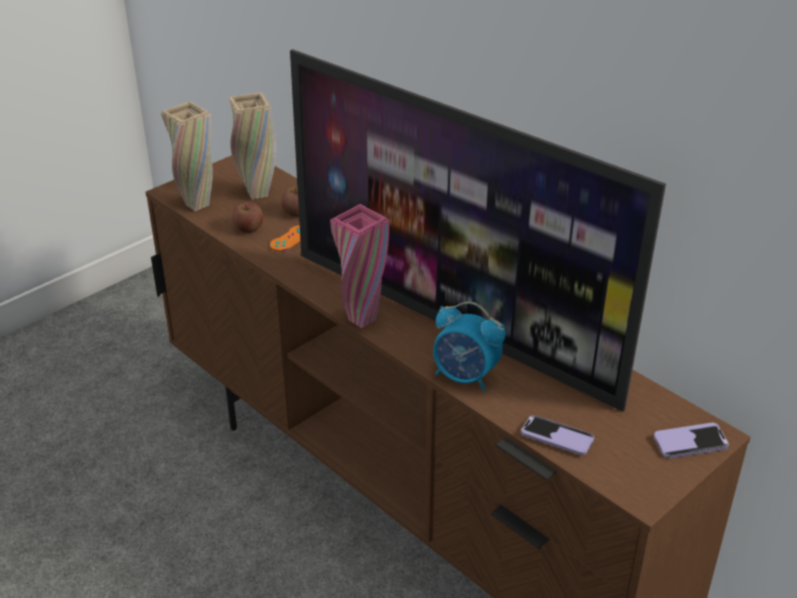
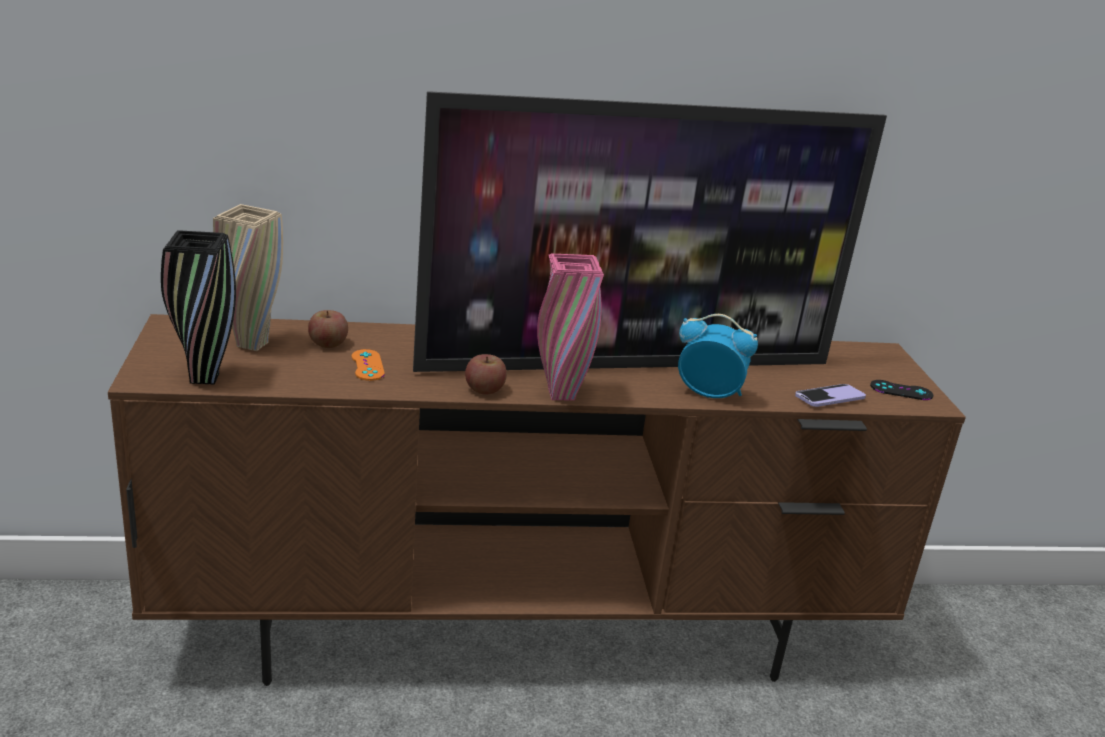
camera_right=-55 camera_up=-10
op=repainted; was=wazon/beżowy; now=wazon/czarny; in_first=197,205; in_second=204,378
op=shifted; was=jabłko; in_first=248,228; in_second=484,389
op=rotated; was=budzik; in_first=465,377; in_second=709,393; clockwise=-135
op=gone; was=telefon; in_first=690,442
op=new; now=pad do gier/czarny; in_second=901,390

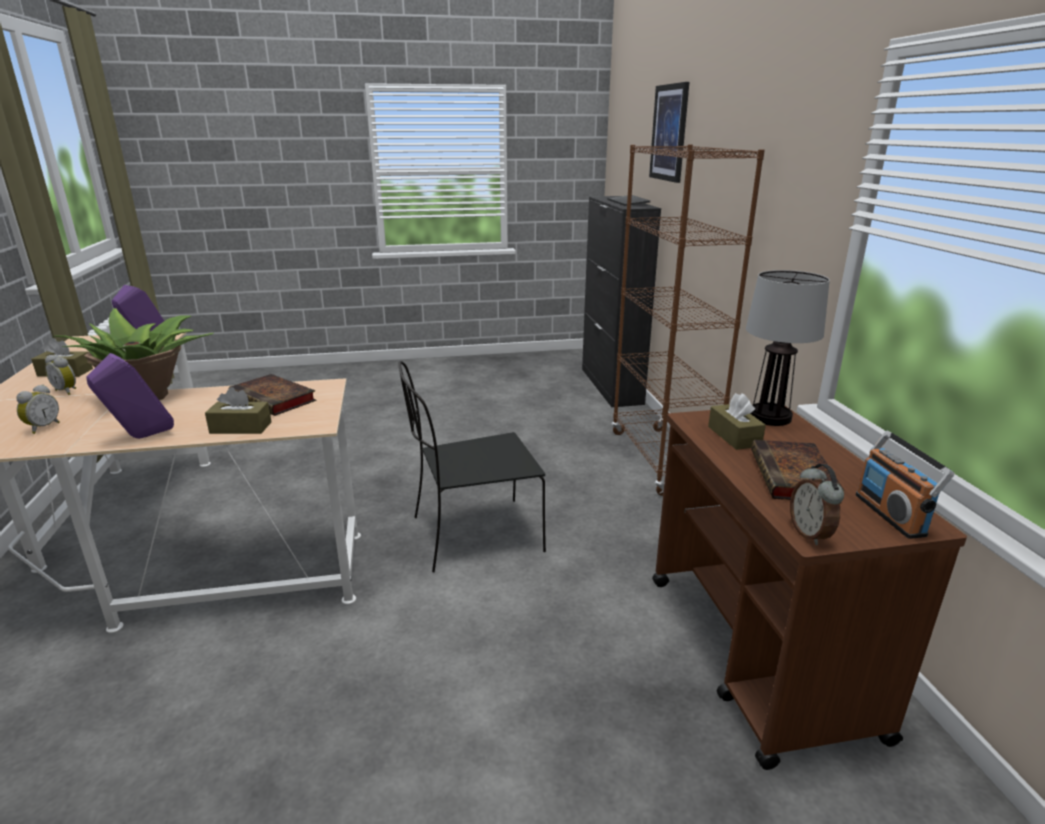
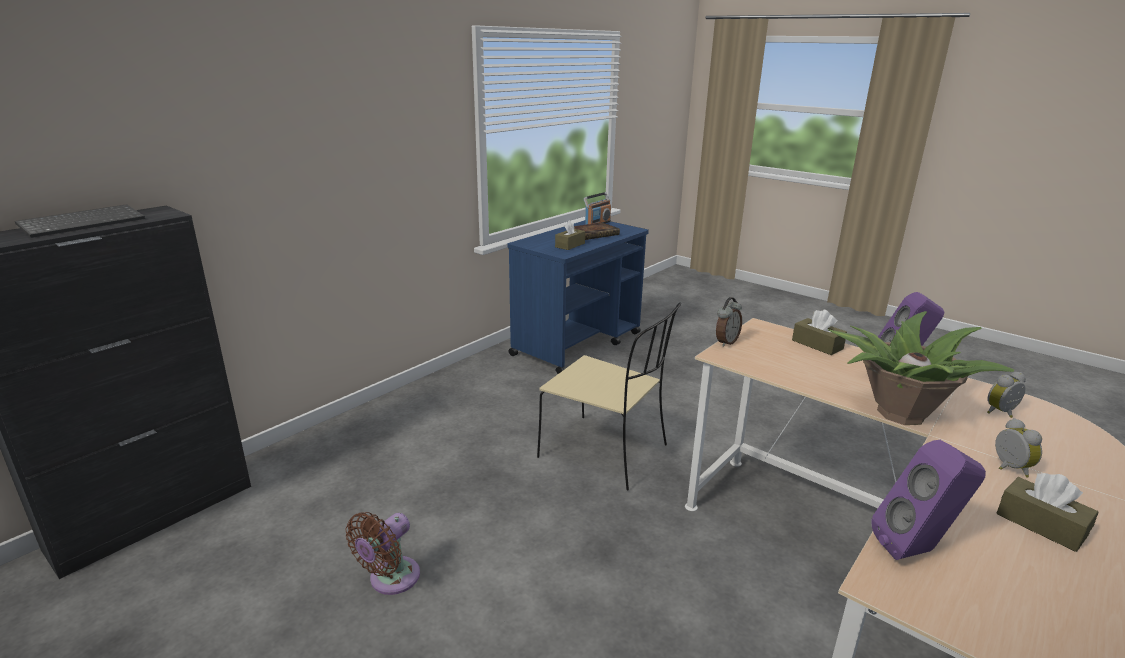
camera_right=-130 camera_up=0
op=gone; was=obraz; in_first=669,133
op=gone; was=regał/brązowy; in_first=660,460
op=gone; was=lampa stołowa; in_first=769,417
op=repainted; was=krzesło/czarny; now=krzesło/beżowy; in_first=473,535; in_second=606,452
op=gone; was=książka; in_first=275,400
op=repainted; was=wózek/brązowy; now=wózek/niebieski; in_first=758,654; in_second=578,343
op=shifted; was=budzik; in_first=810,534; in_second=725,342
op=new; now=wentylator/brązowy; in_second=390,579

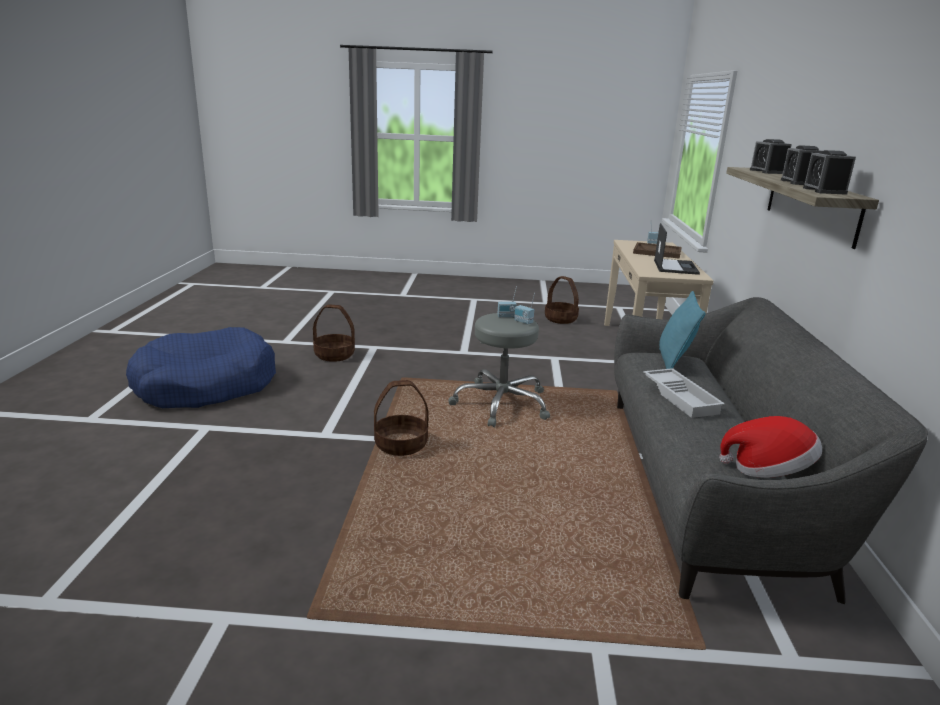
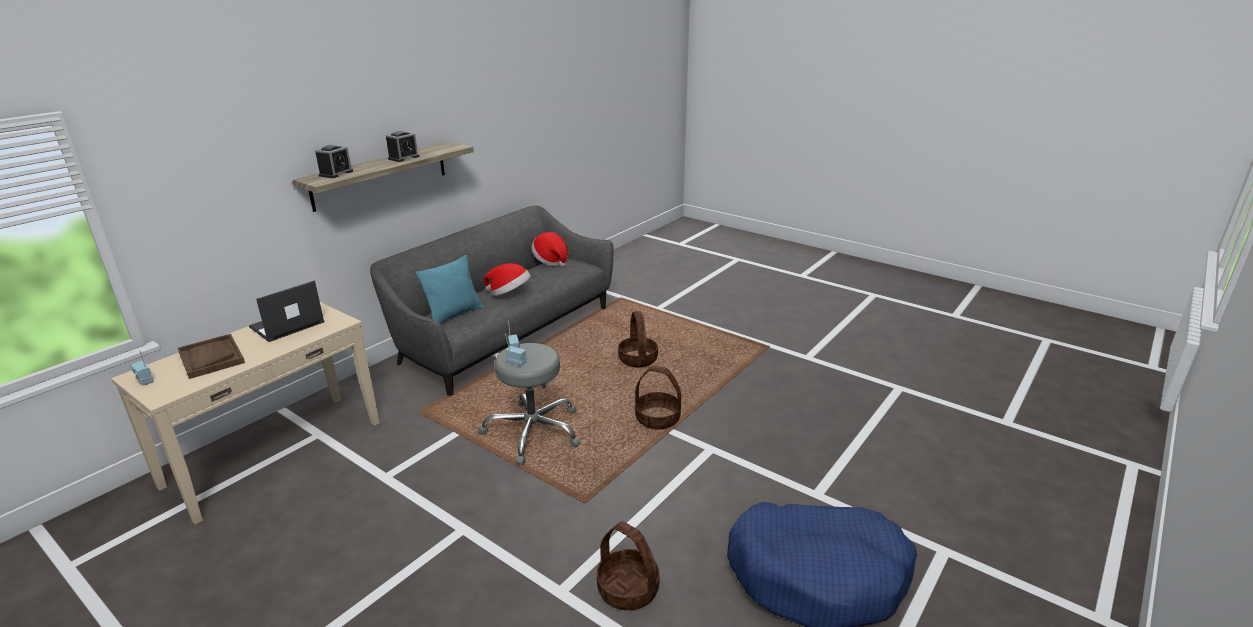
camera_right=-145 camera_up=5
op=gone; was=budzik; in_first=824,191
op=shifted; was=koszyk; in_first=561,319; in_second=637,359
op=swapped; was=taca/biały; now=kapelusz; in_first=682,397; in_second=509,294

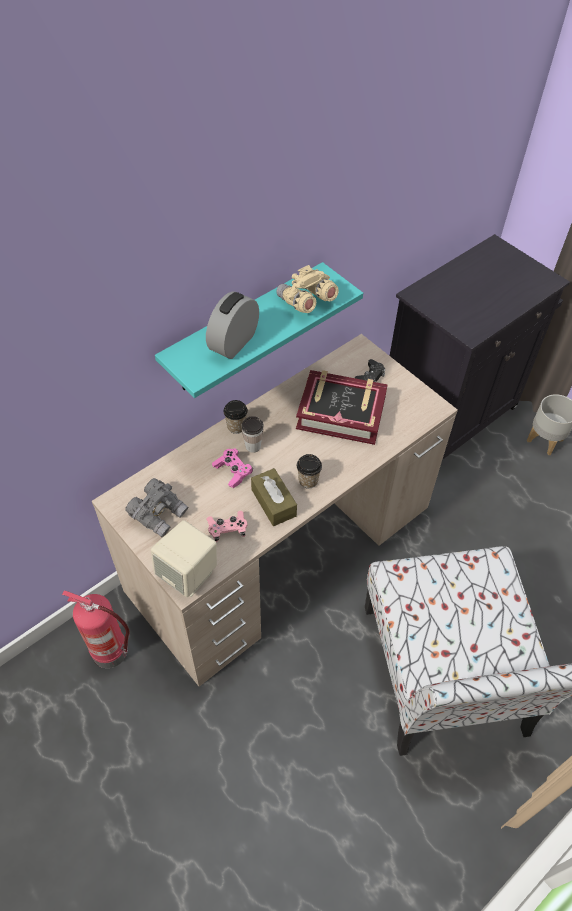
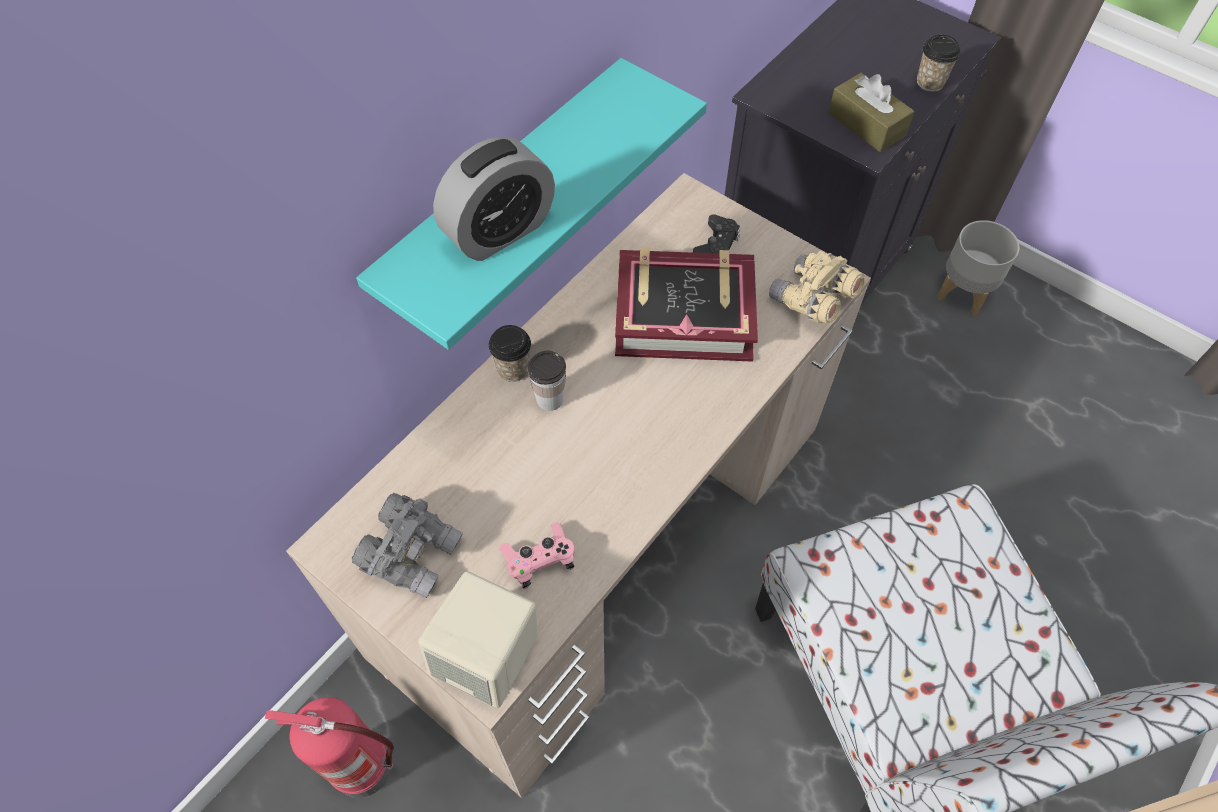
camera_right=-10 camera_up=5
op=shifted; was=lornetka/beżowy; in_first=306,302; in_second=813,300
op=rotated; was=budzik; in_first=234,343; in_second=499,231; clockwise=-150
op=gone; was=pad do gier/różowy; in_first=233,471
op=shifted; was=filiżanka; in_first=308,481; in_second=930,82
op=shifted; was=pudełko chusteczek/brązowy; in_first=273,503; in_second=866,124

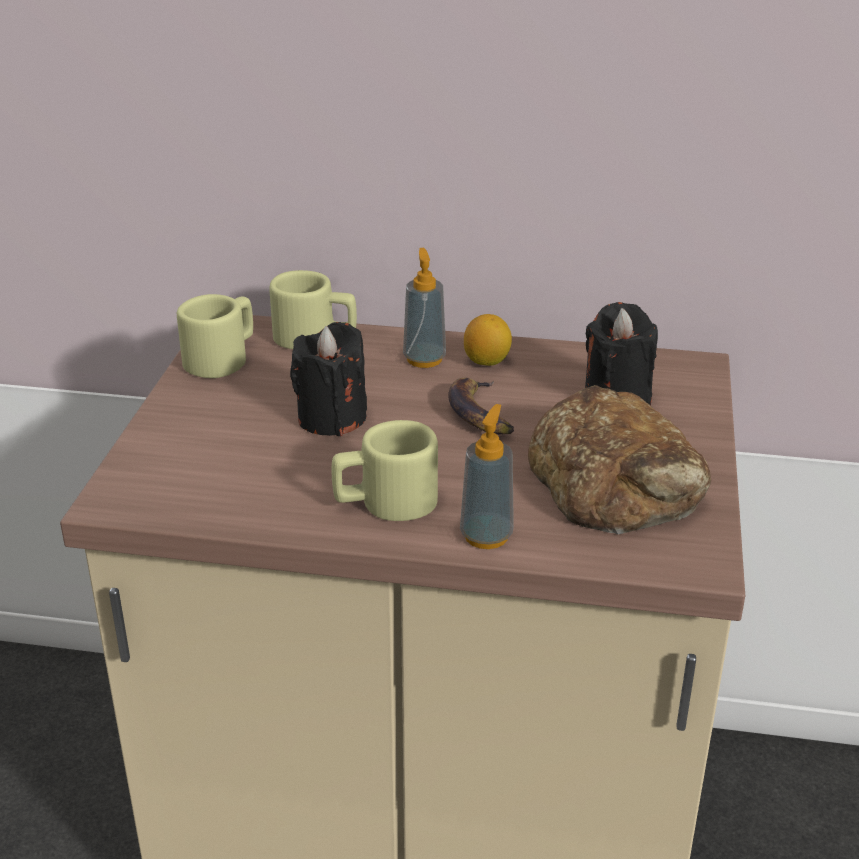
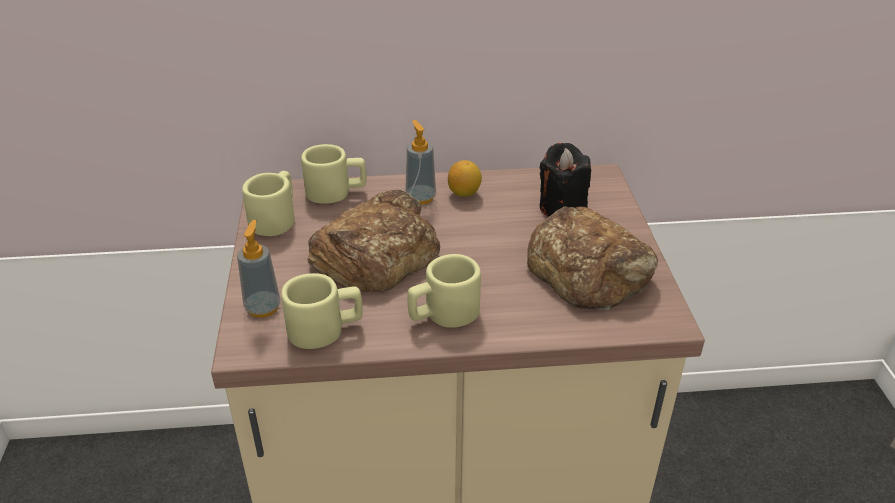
camera_right=-15 camera_up=5
op=swapped; was=świeca/czarny; now=chleb; in_first=332,418; in_second=376,254
op=gone; was=banan; in_first=481,413
op=shifted; was=dozownik mydła; in_first=486,536; in_second=263,307
op=new; now=kubek/beżowy; in_second=325,329

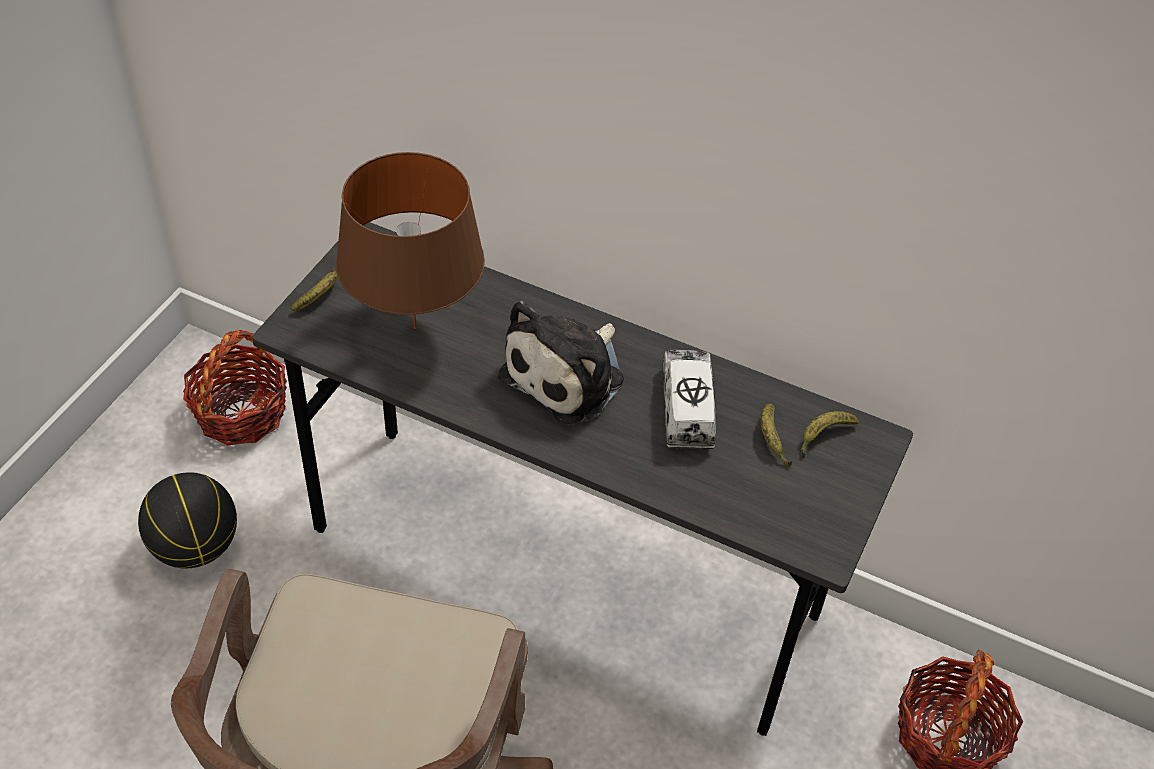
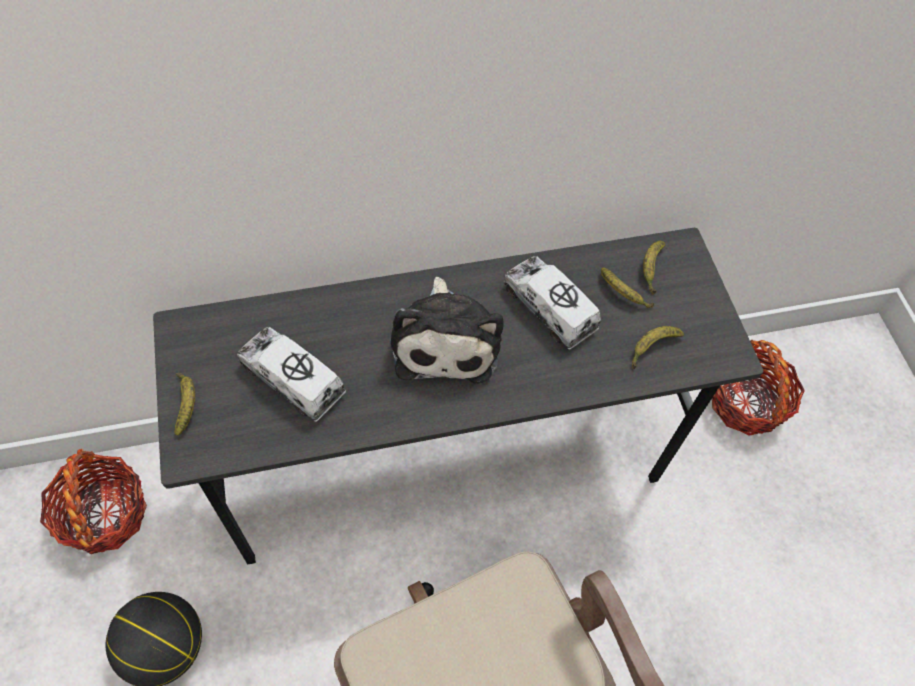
camera_right=-40 camera_up=10
op=swapped; was=lampa stołowa/brązowy; now=ciężarówka zabawkowa; in_first=414,327; in_second=292,380
op=new; now=banan; in_second=652,348

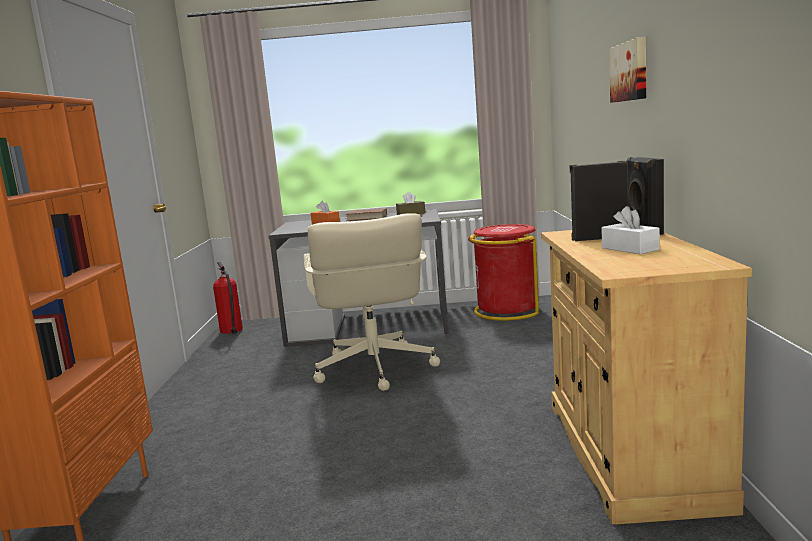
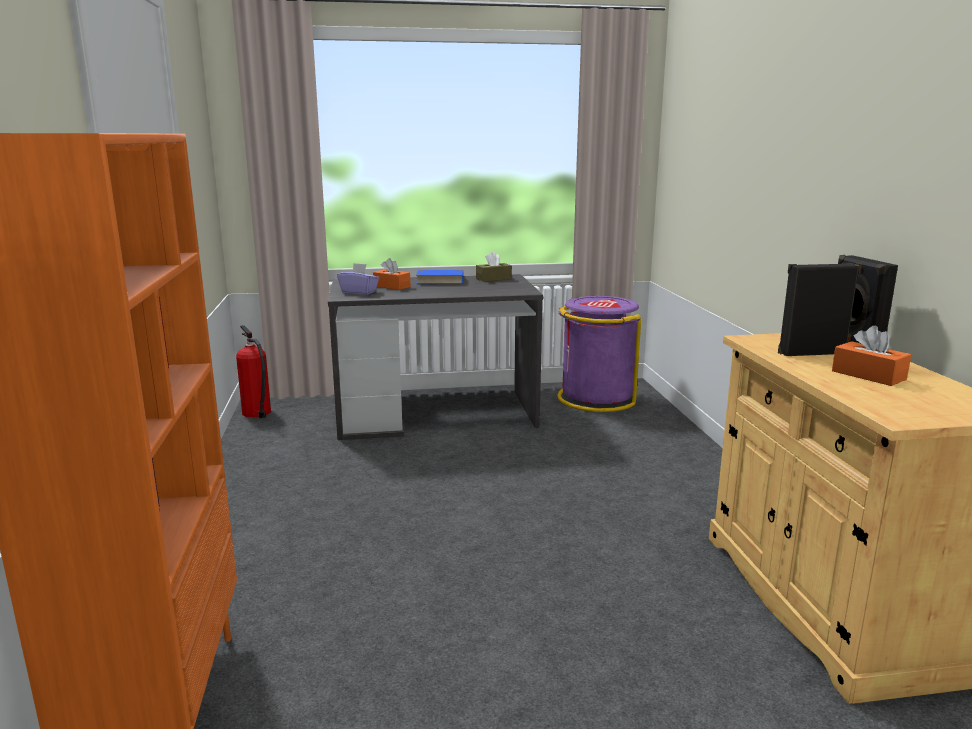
camera_right=-10 camera_up=5
op=gone; was=obraz; in_first=630,71
op=repainted; was=pudełko chusteczek/biały; now=pudełko chusteczek/pomarańczowy; in_first=629,249; in_second=868,375
op=repainted; was=książka/brązowy; now=książka/niebieski; in_first=366,217; in_second=439,281
op=gone; was=krzesło biurowe/beżowy; in_first=374,369
op=repainted; was=kosz na śmieci/czerwony; now=kosz na śmieci/fioletowy; in_first=507,311; in_second=596,398
op=new; now=pudełko chusteczek/fioletowy; in_second=359,292

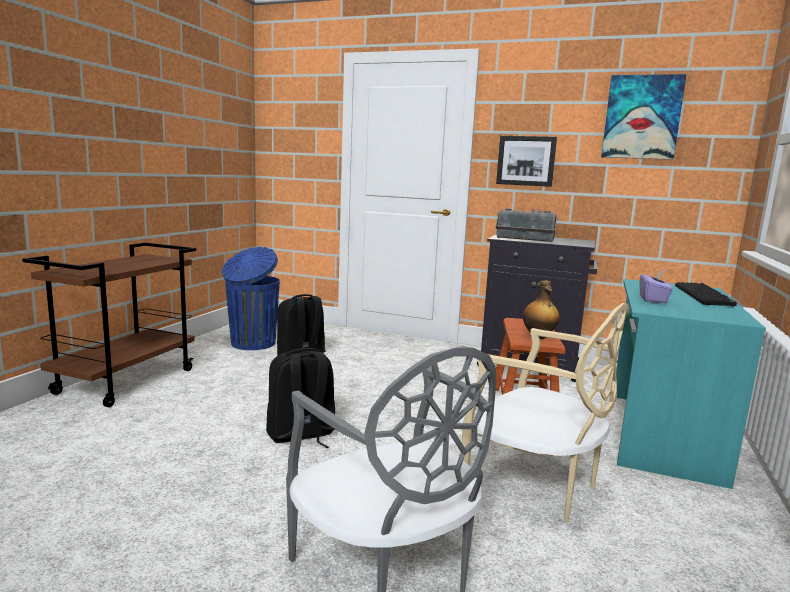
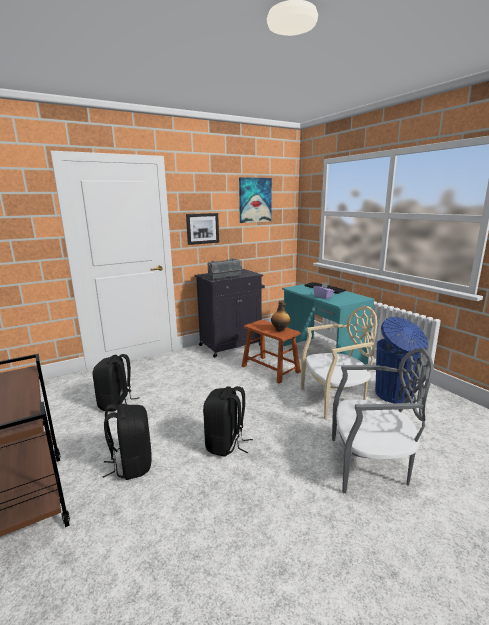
camera_right=-50 camera_up=5
op=shifted; was=kosz na śmieci/niebieski; in_first=252,343; in_second=394,395
op=new; now=plecak/czarny; in_second=132,464

